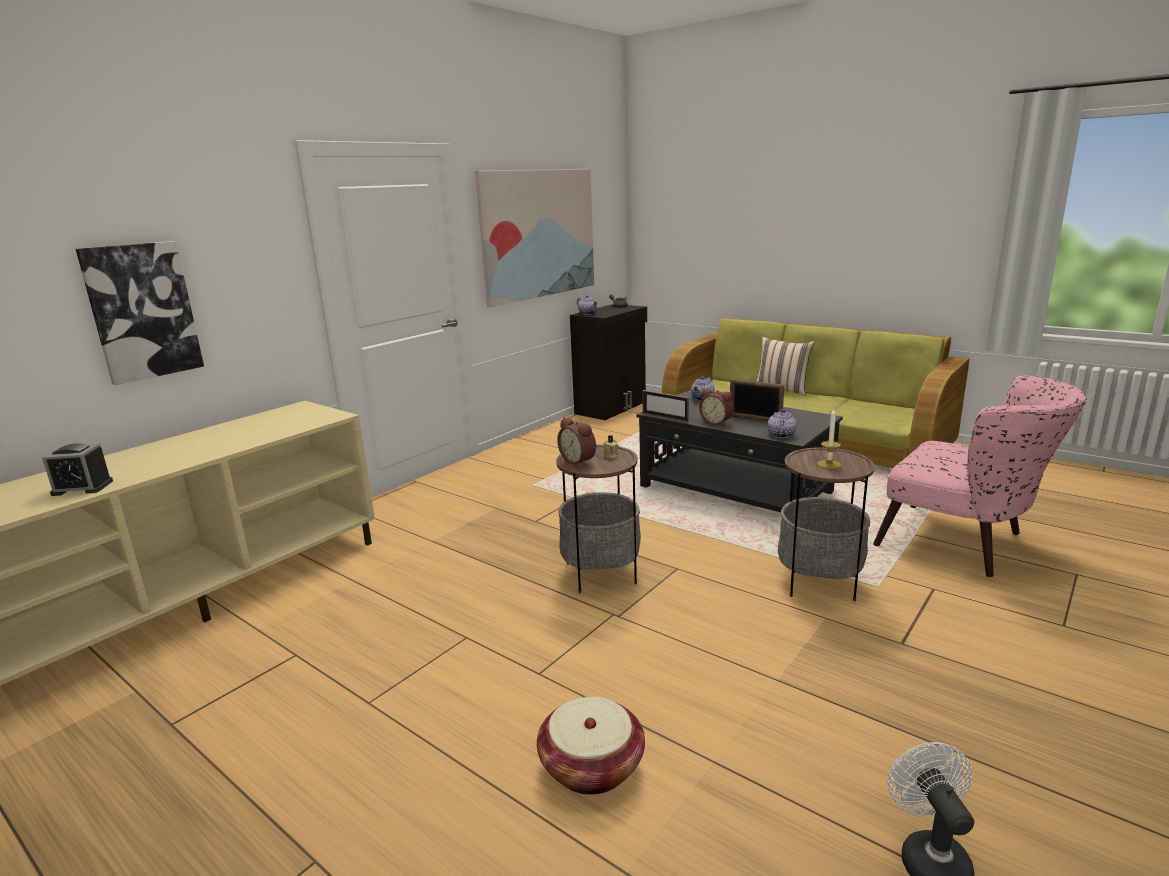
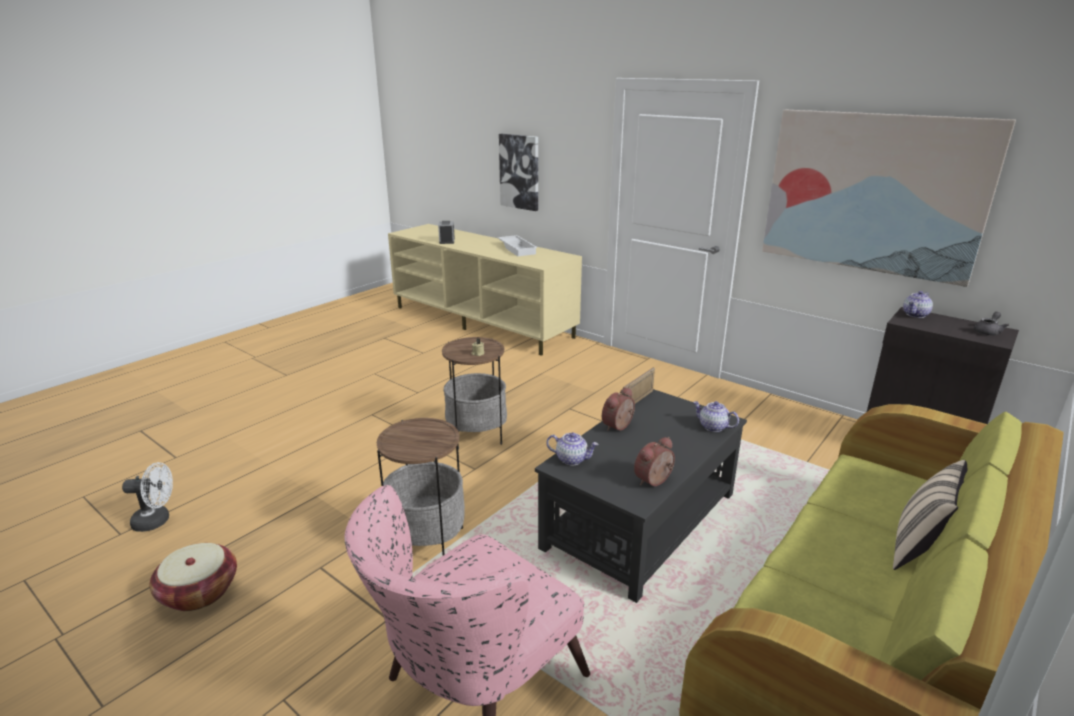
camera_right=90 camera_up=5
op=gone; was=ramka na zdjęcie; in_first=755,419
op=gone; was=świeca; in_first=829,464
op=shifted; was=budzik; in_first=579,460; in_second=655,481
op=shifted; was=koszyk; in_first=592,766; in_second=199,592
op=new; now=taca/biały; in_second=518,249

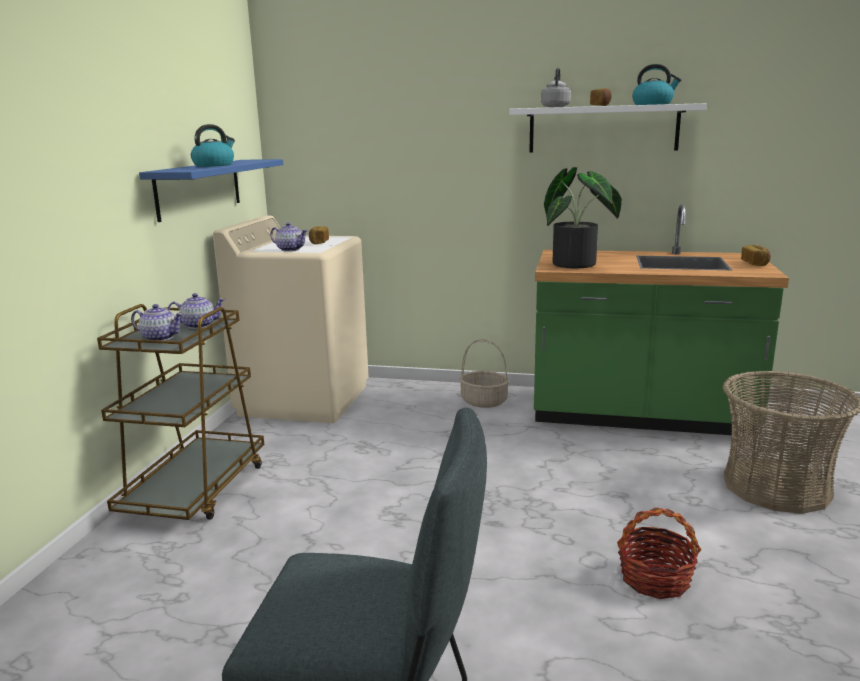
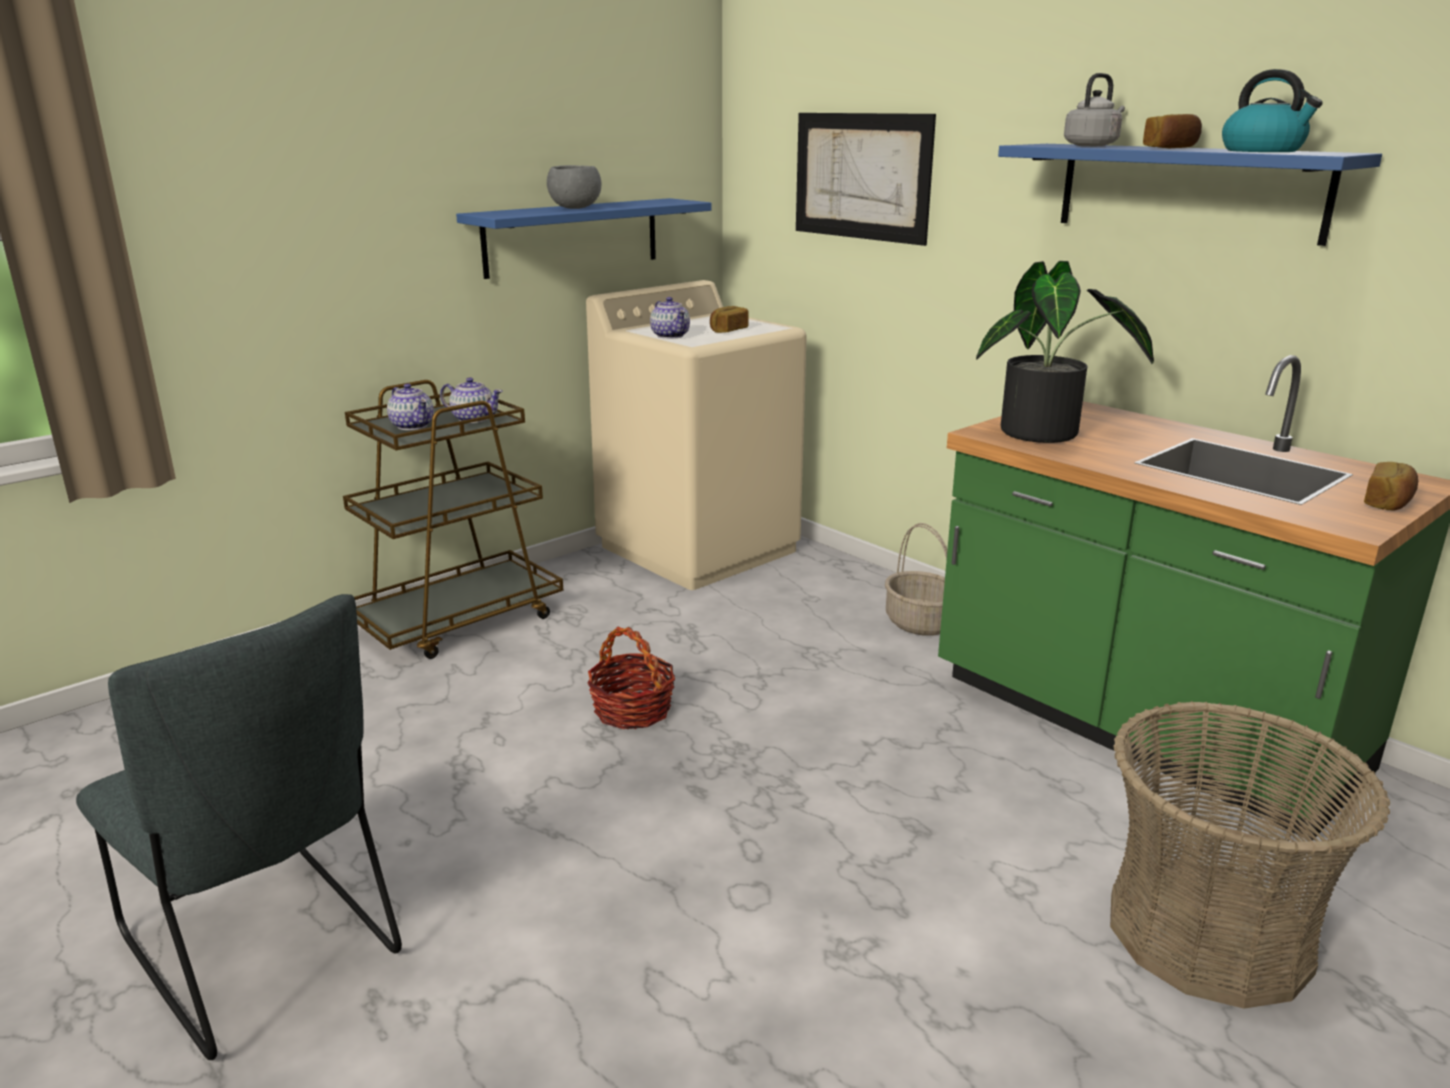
camera_right=35 camera_up=5
op=repainted; was=półka/biały; now=półka/niebieski; in_first=603,129; in_second=1189,191
op=swapped; was=czajnik; now=miska/szary; in_first=214,165; in_second=574,208
op=shifted; was=koszyk; in_first=654,579; in_second=632,710
op=new; now=obraz; in_second=861,176

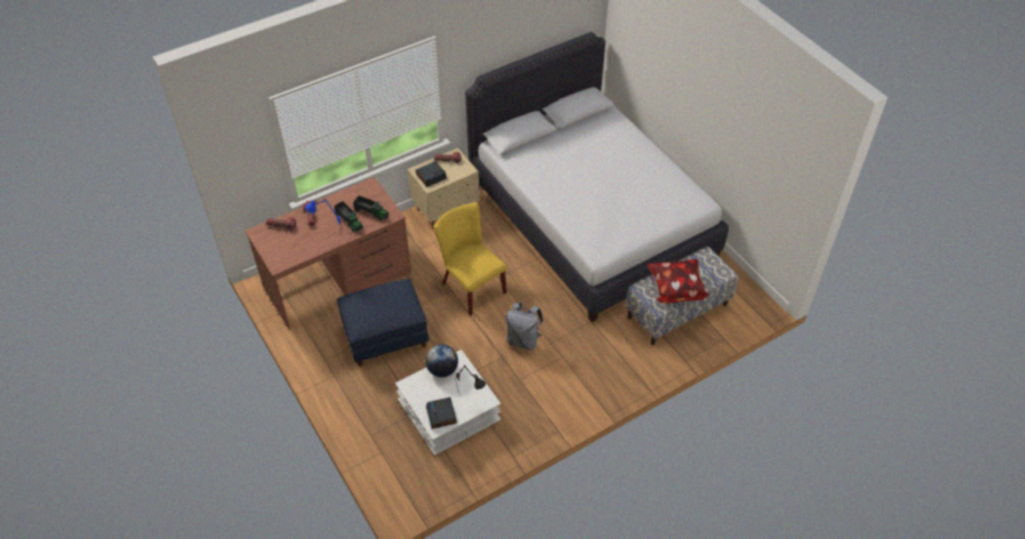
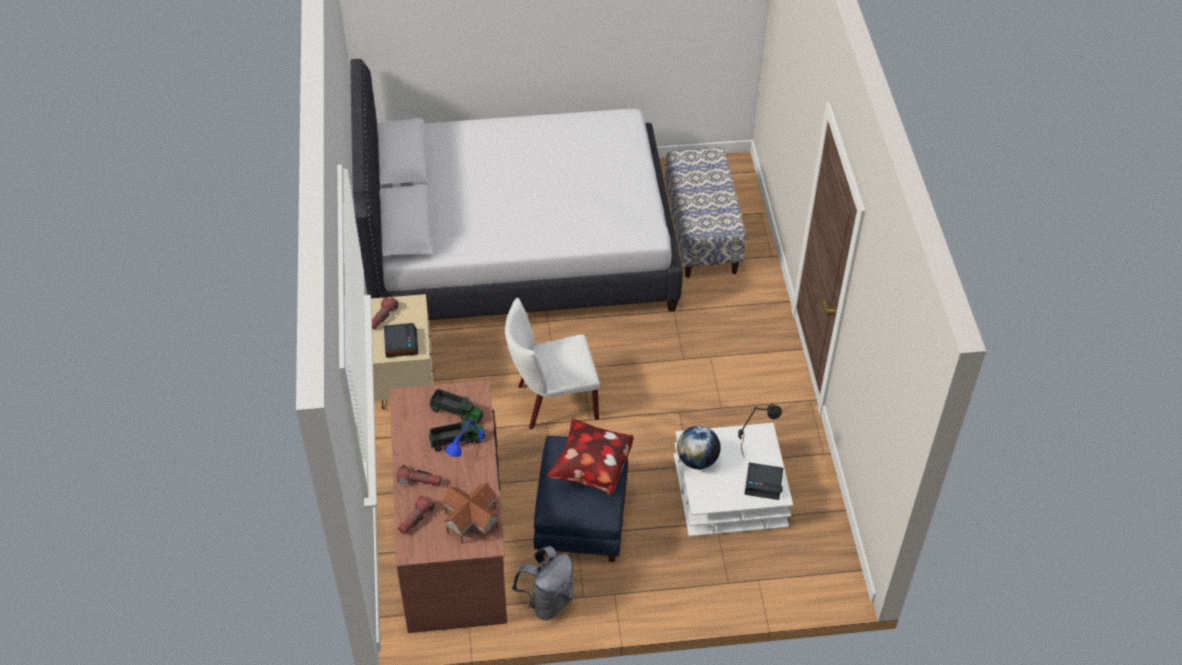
camera_right=-65 camera_up=0
op=rotated; was=ciężarówka zabawkowa; in_first=371,212; in_second=456,412; clockwise=60
op=repainted; was=krzesło/żółty; now=krzesło/biały; in_first=470,286; in_second=552,402
op=shifted; was=poduszka; in_first=675,289; in_second=590,469
op=shifted; was=plecak/szary; in_first=523,340; in_second=547,601
op=new; now=domek; in_second=470,520

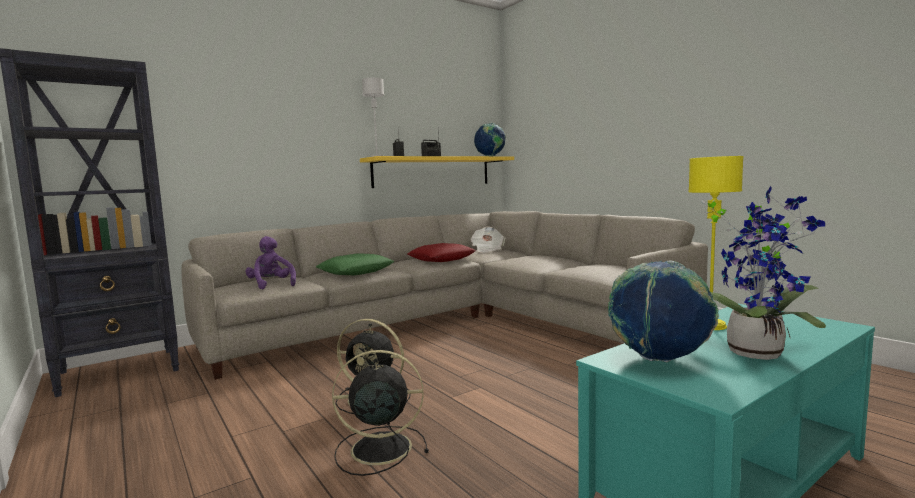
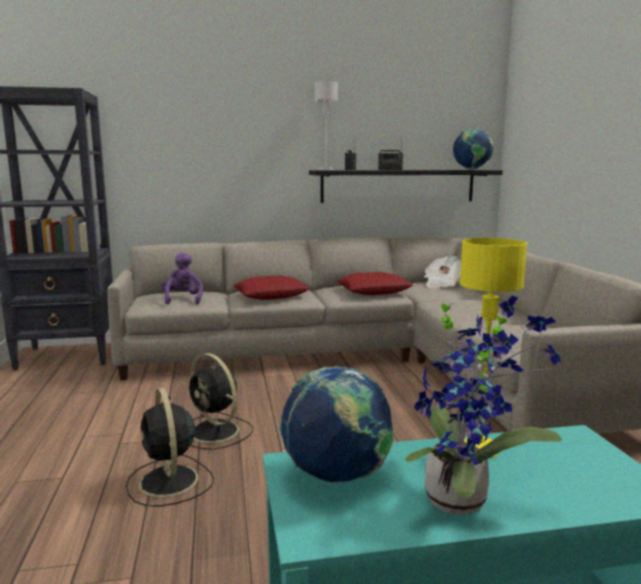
camera_right=25 camera_up=5
op=repainted; was=półka/żółty; now=półka/czarny; in_first=433,172; in_second=398,186
op=repainted; was=poduszka/zielony; now=poduszka/czerwony; in_first=356,271; in_second=271,295
op=rotated; was=wentylator/czarny; in_first=378,448; in_second=169,482; clockwise=-135

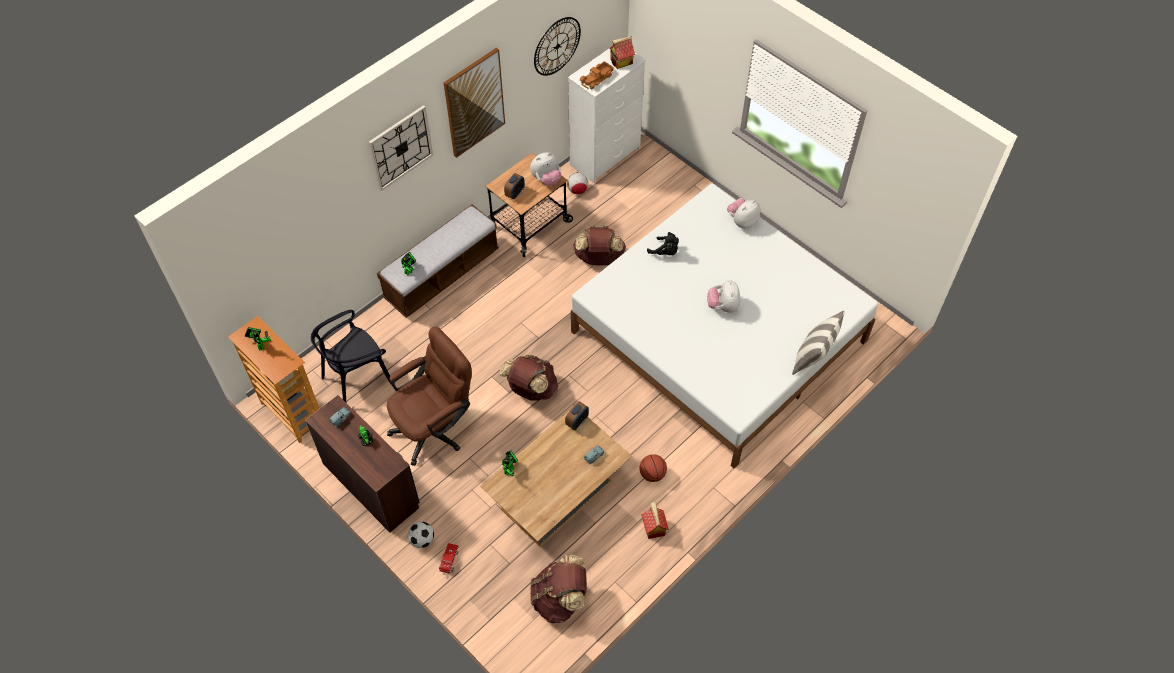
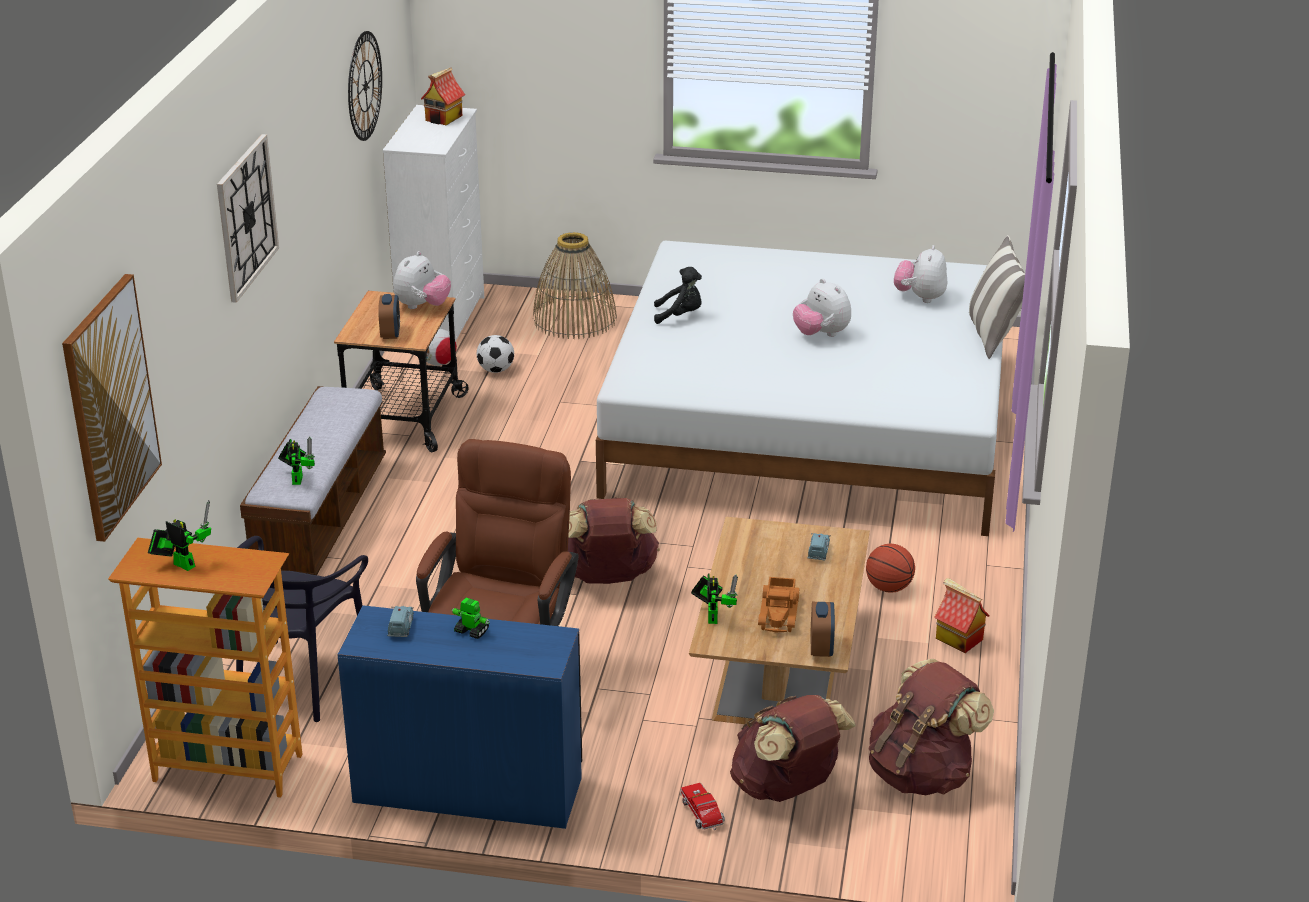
camera_right=-35 camera_up=-25
op=shifted; was=obraz; in_first=474,103; in_second=110,407
op=shifted; was=ciężarówka zabawkowa; in_first=597,79; in_second=780,613
op=shifted; was=pluszak; in_first=742,221; in_second=920,297
op=shifted; was=plecak/brązowy; in_first=599,259; in_second=787,788
op=repainted; was=biurko/brązowy; now=biurko/niebieski; in_first=371,484; in_second=468,788
op=shifted; was=budzik; in_first=577,422; in_second=821,648
op=shifted; was=piłka futbolowa; in_first=422,540; in_second=496,370
op=new; now=koszyk; in_second=574,319

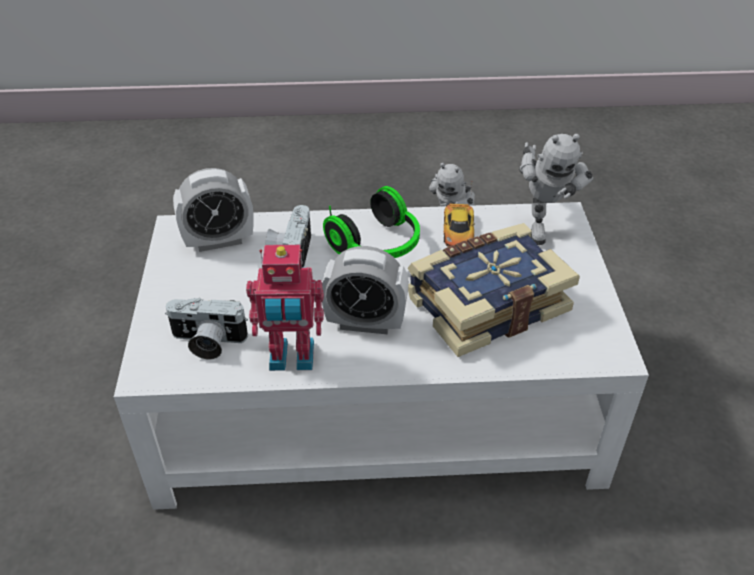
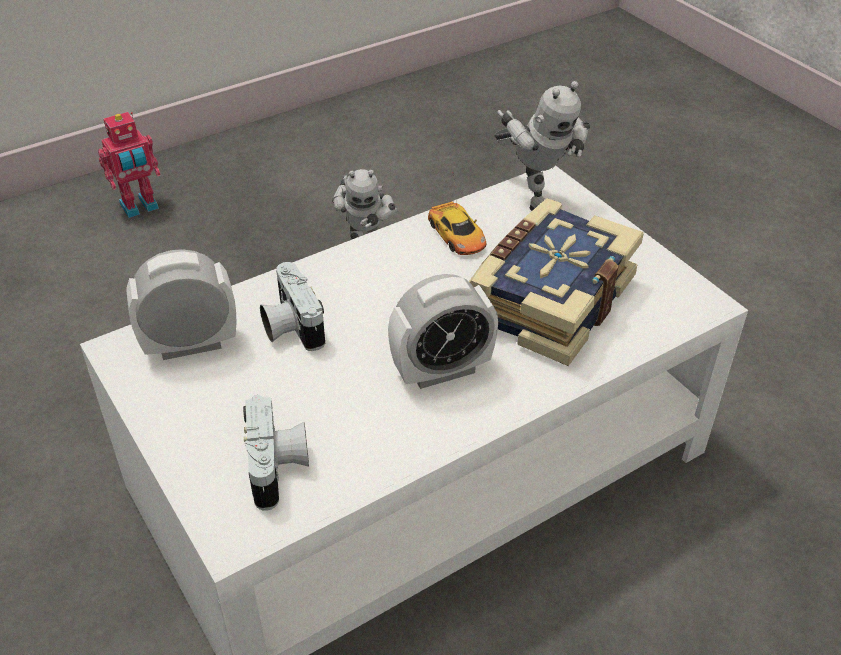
camera_right=-30 camera_up=0
op=rotated; was=budzik; in_first=219,241; in_second=190,345; clockwise=-150
op=gone; was=słuchawki; in_first=379,246
op=shifted; was=robot zabawkowy; in_first=291,359; in_second=140,207
op=rotated; was=aparat fotograficzny; in_first=207,342; in_second=279,468; clockwise=-75

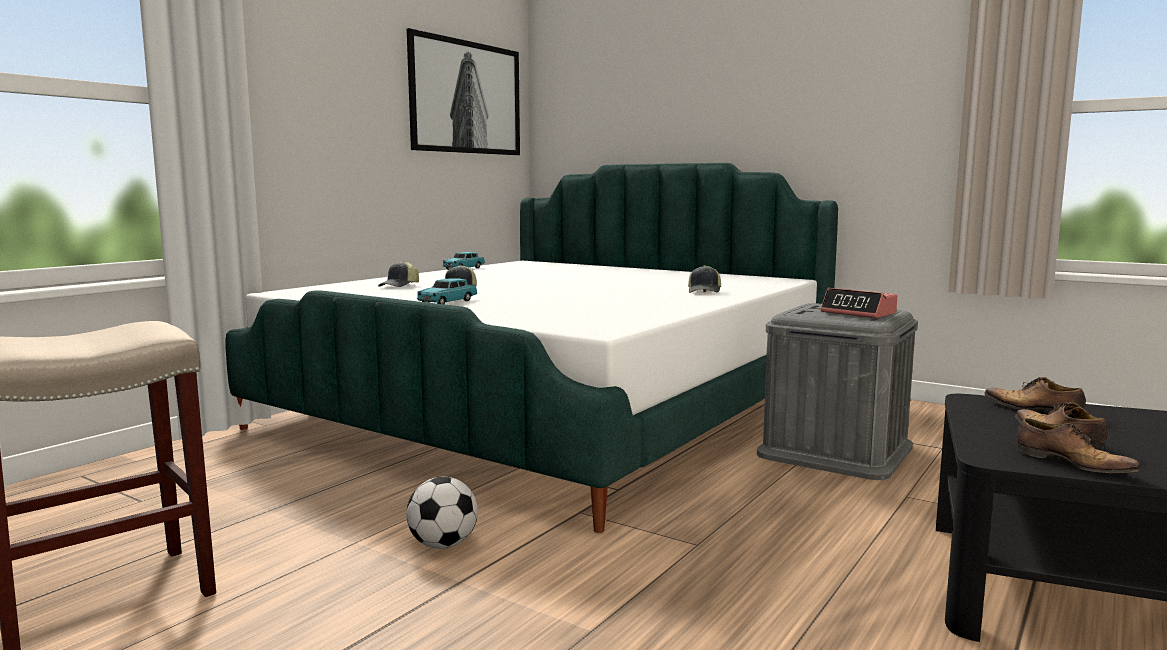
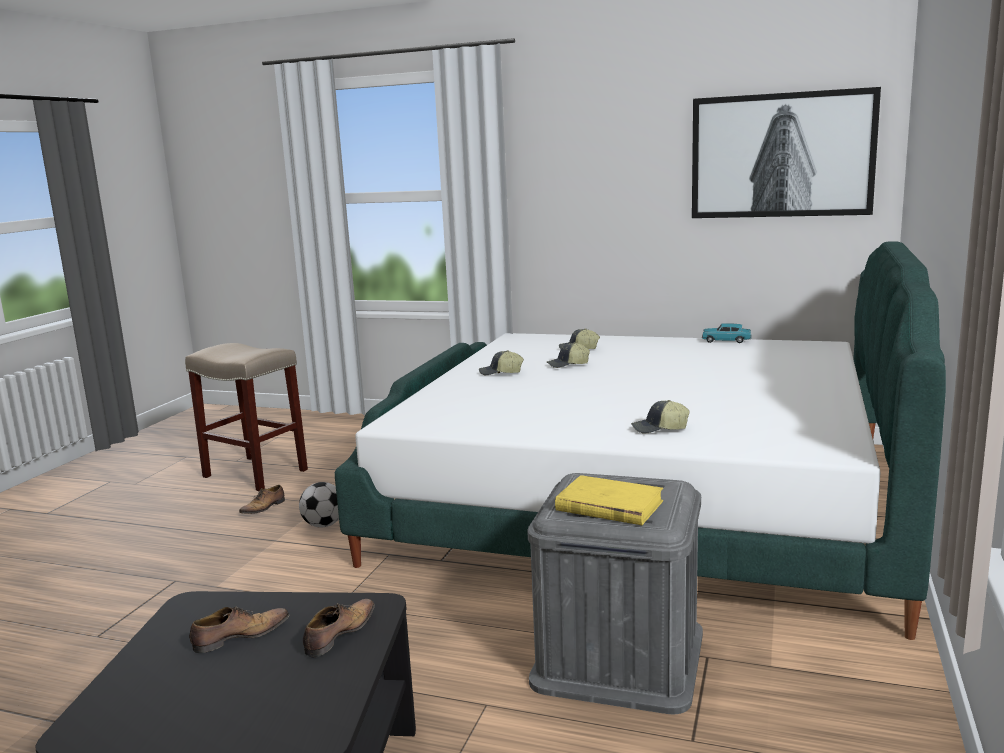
camera_right=75 camera_up=5
op=swapped; was=samochodzik/turkusowy; now=czapka z daszkiem; in_first=448,302; in_second=500,373
op=swapped; was=budzik; now=książka/żółty; in_first=858,313; in_second=608,506
op=shifted; was=but; in_first=1071,463; in_second=264,508

